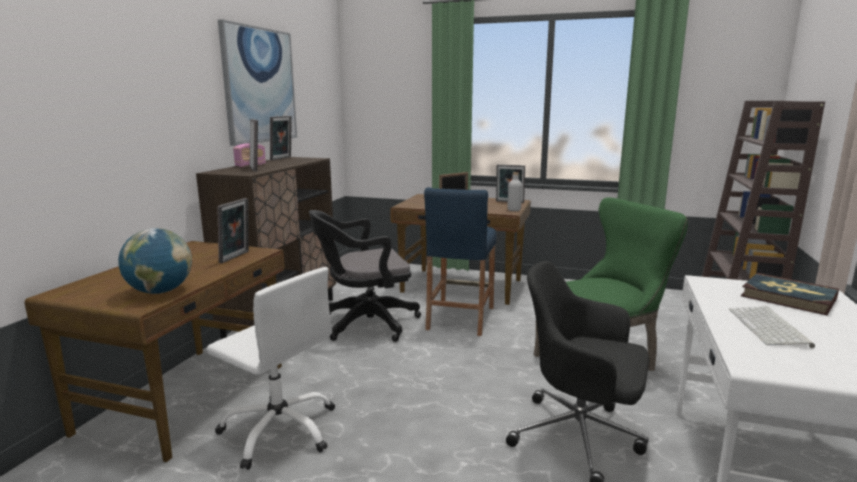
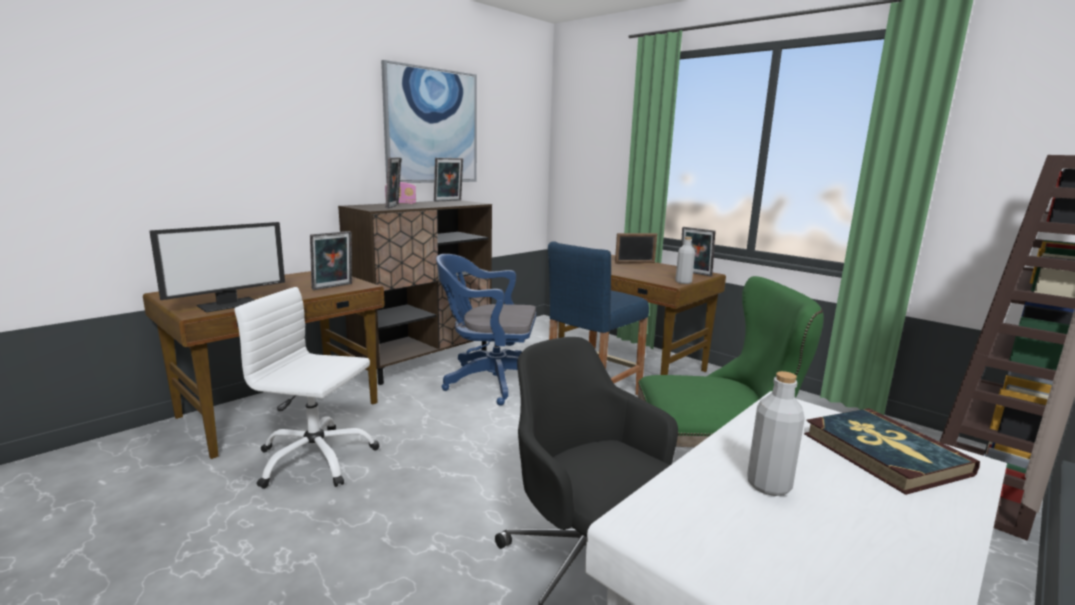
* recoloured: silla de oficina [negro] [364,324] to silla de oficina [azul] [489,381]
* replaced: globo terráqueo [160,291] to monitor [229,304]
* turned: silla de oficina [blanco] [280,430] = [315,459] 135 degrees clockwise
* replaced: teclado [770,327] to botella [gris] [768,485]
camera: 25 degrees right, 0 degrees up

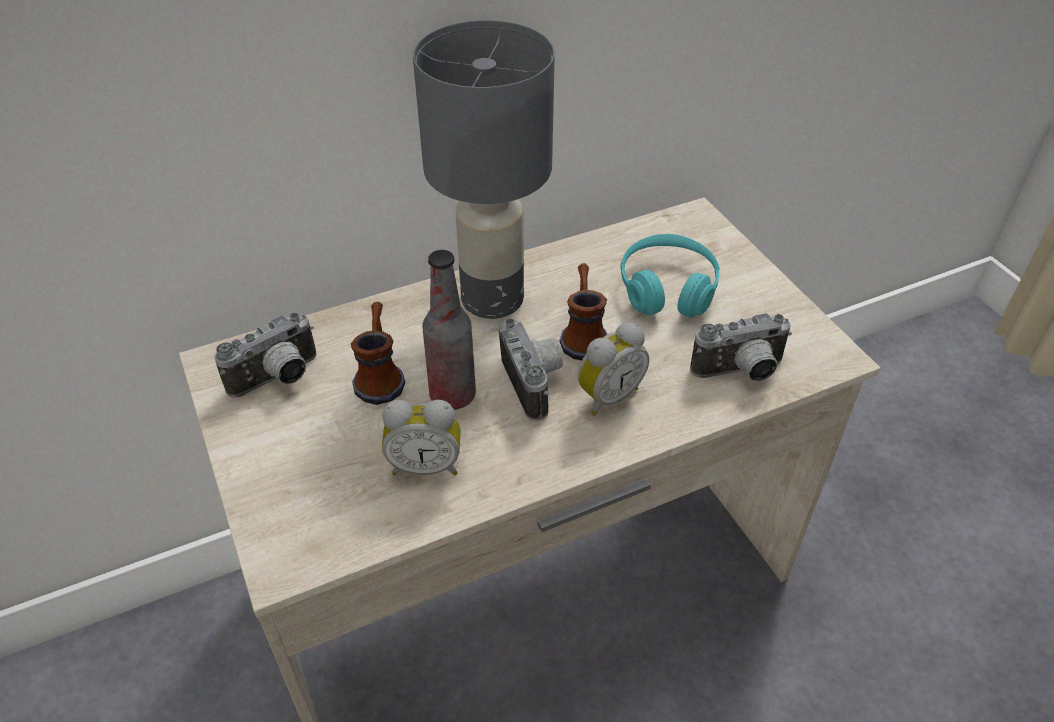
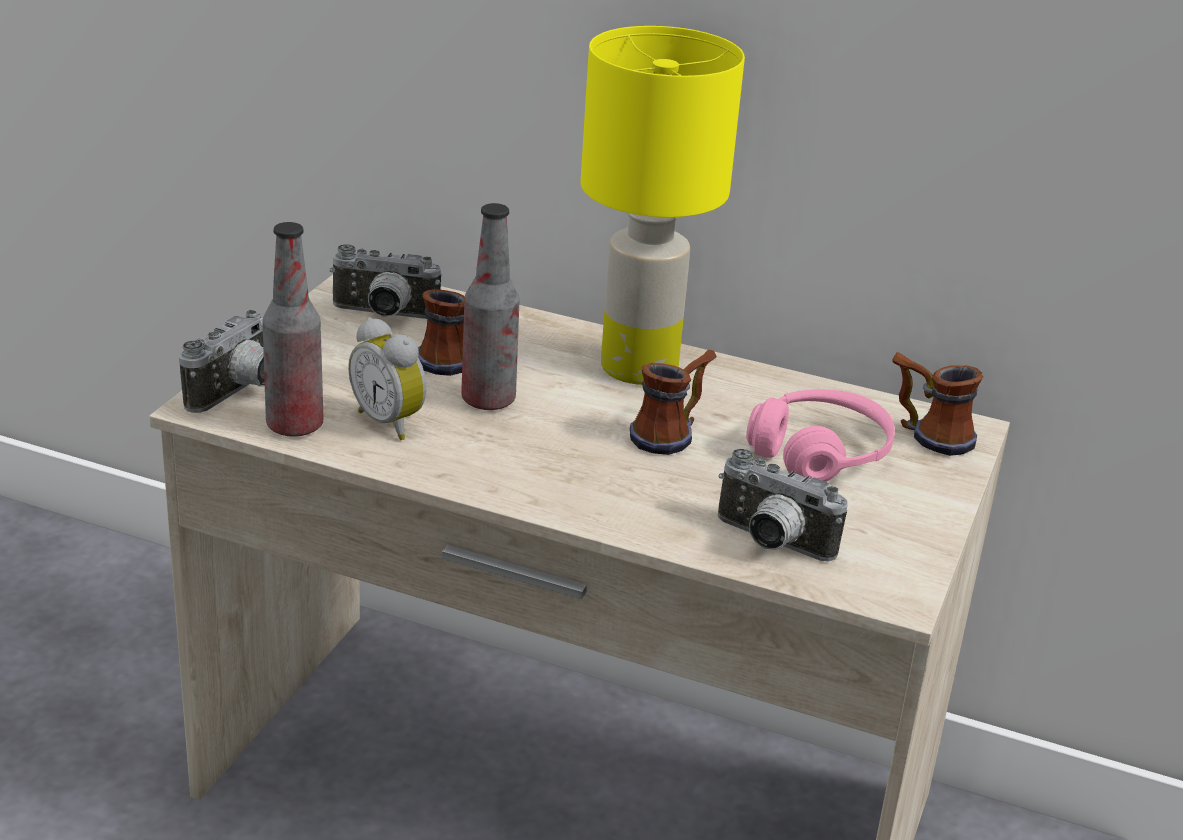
* recoloured: lámpara de mesa [gris] [494,298] to lámpara de mesa [amarillo] [641,368]
* recoloured: auriculares [turquesa] [667,289] to auriculares [rosa] [819,454]
* moved: cámara [535,382] to [239,392]
* removed: despertador [607,395]
* added: botella [295,426]
* added: taza grande [928,435]
camera: 45 degrees right, 15 degrees down

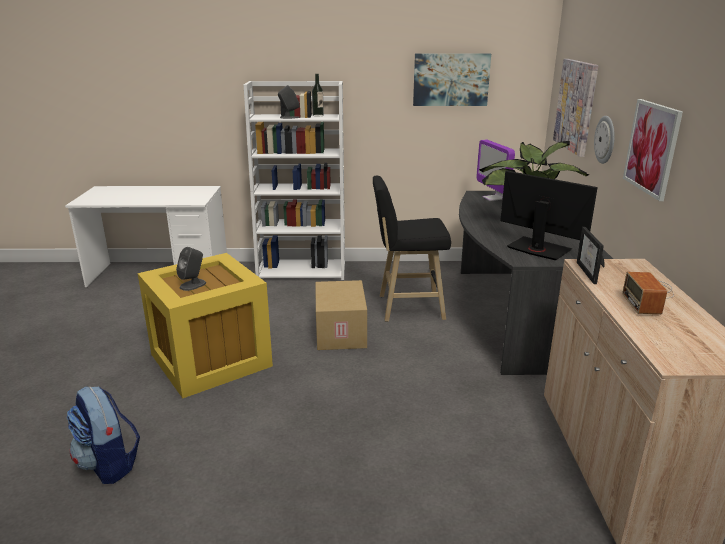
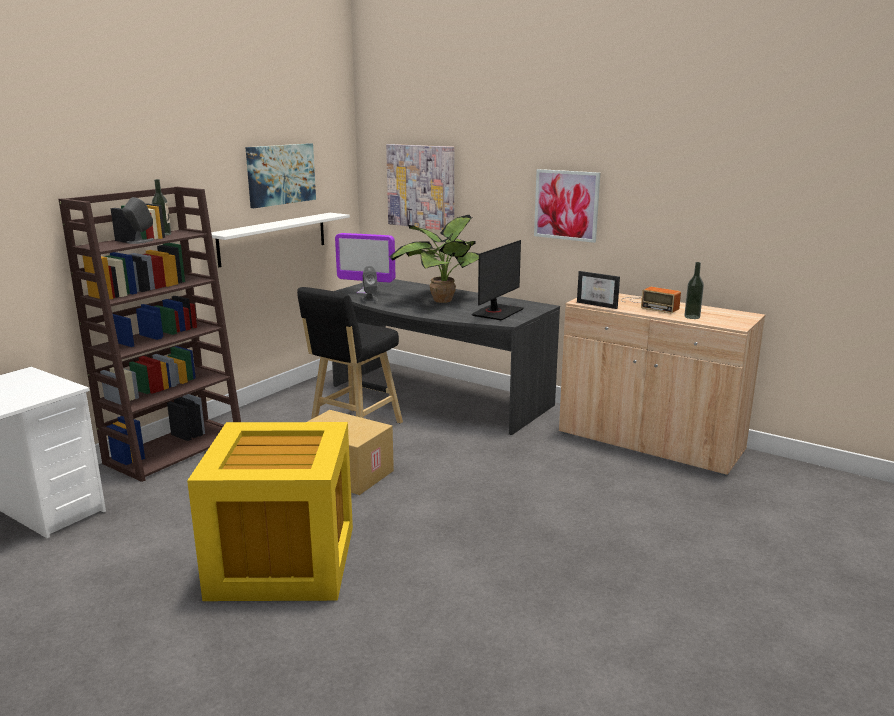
* recoloured: estantería [blanco] [303,270] to estantería [marrón] [176,449]
* removed: reloj de pared [605,139]
* turned: monitor [538,249] = [497,312] 135 degrees clockwise
* moved: altavoz [gris] [193,285] to [370,300]
* removed: mochila [109,464]
* added: estante [blanco] [273,238]
* added: botella [692,317]
camera: 55 degrees left, 5 degrees down

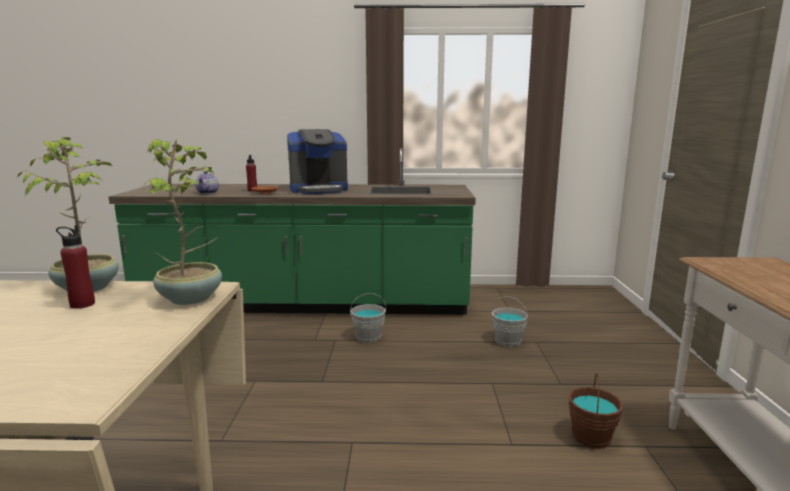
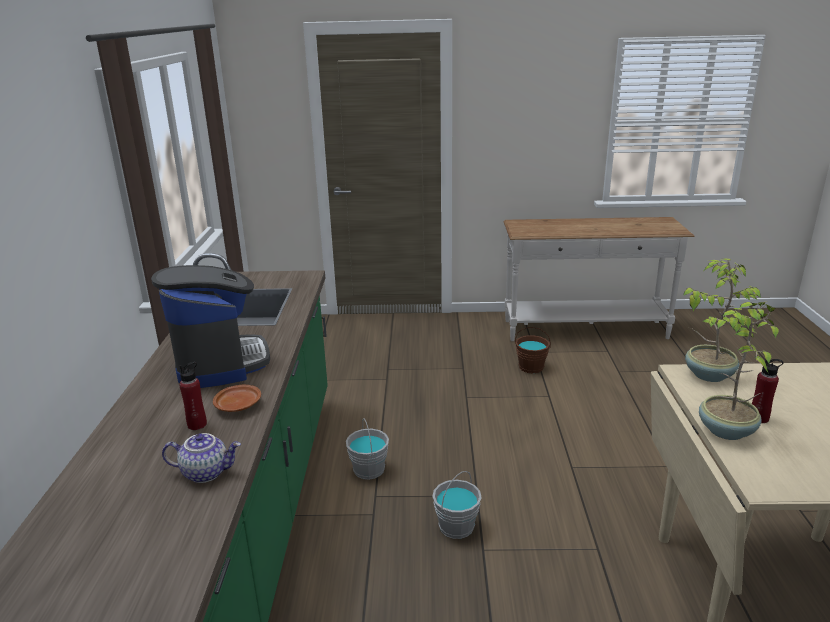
* moved: cubo [gris] [507,341] to [457,526]
camera: 90 degrees left, 10 degrees up

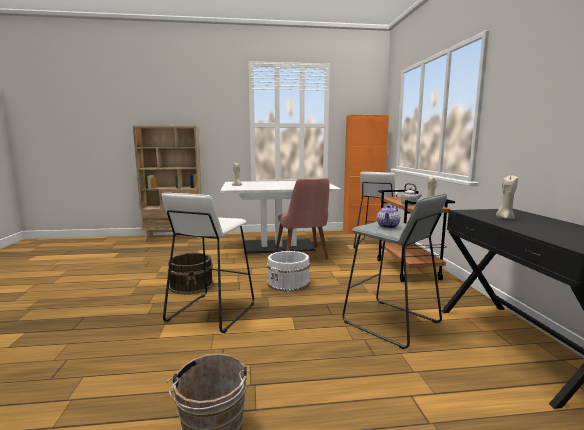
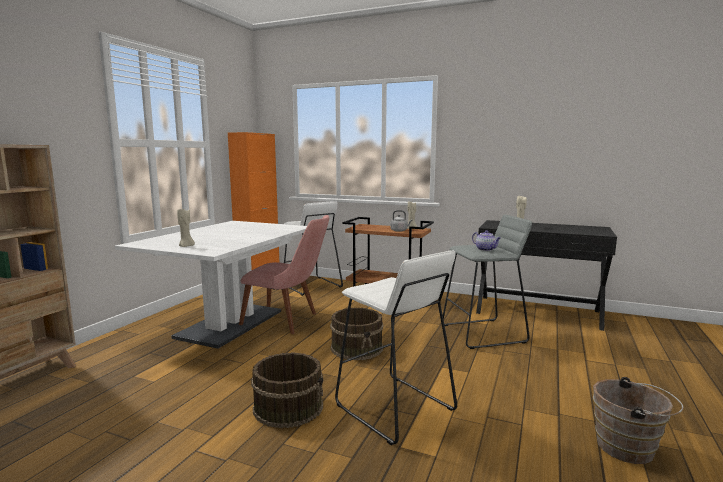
* recoloured: cubo [blanco] [288,283] to cubo [marrón] [357,348]
camera: 60 degrees left, 0 degrees up

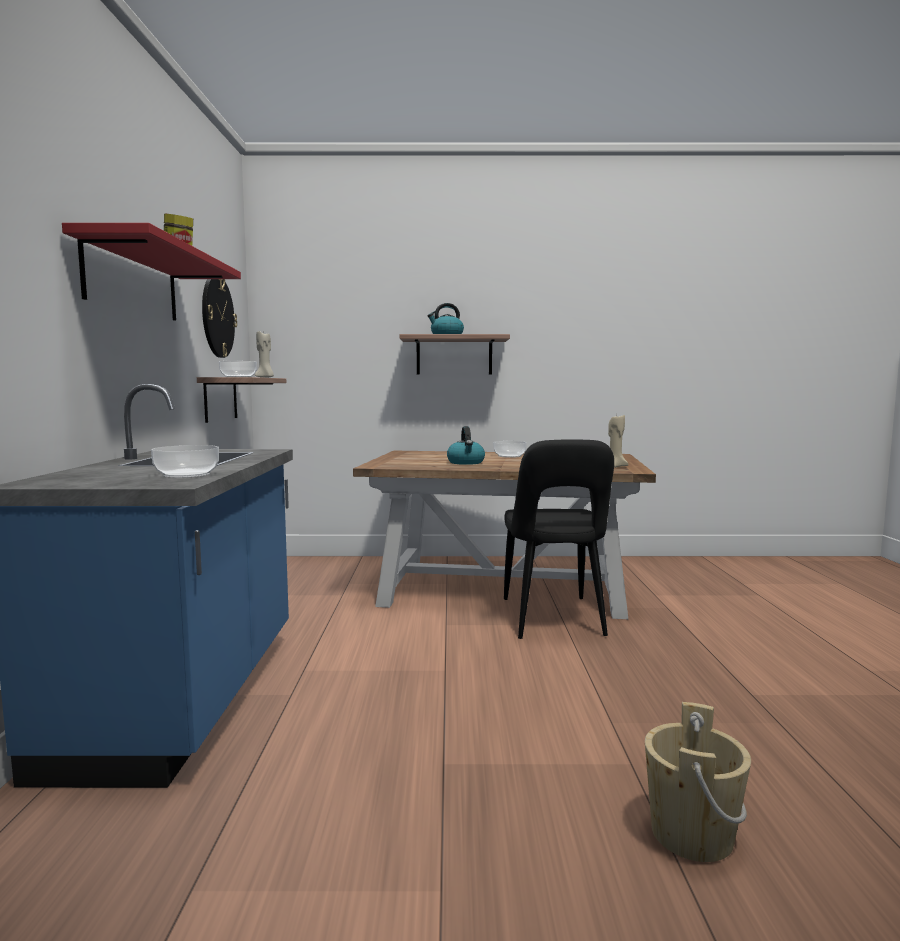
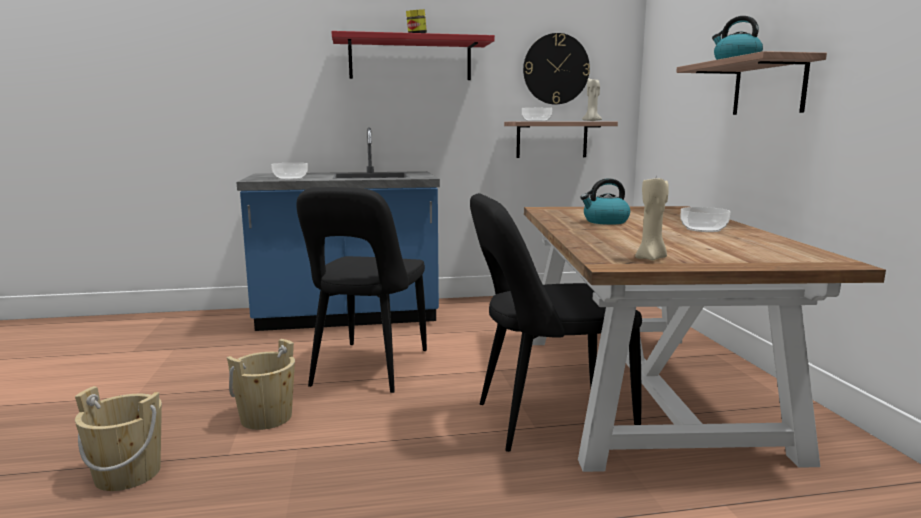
* added: silla [negro] [368,370]
* added: cubo [beis] [266,417]
camera: 80 degrees right, 5 degrees up

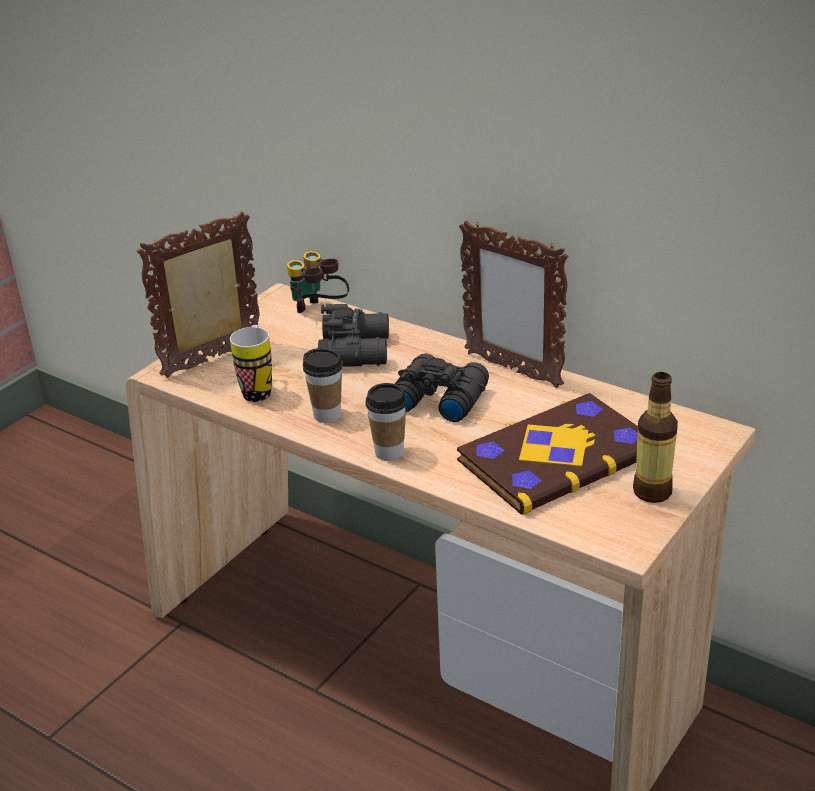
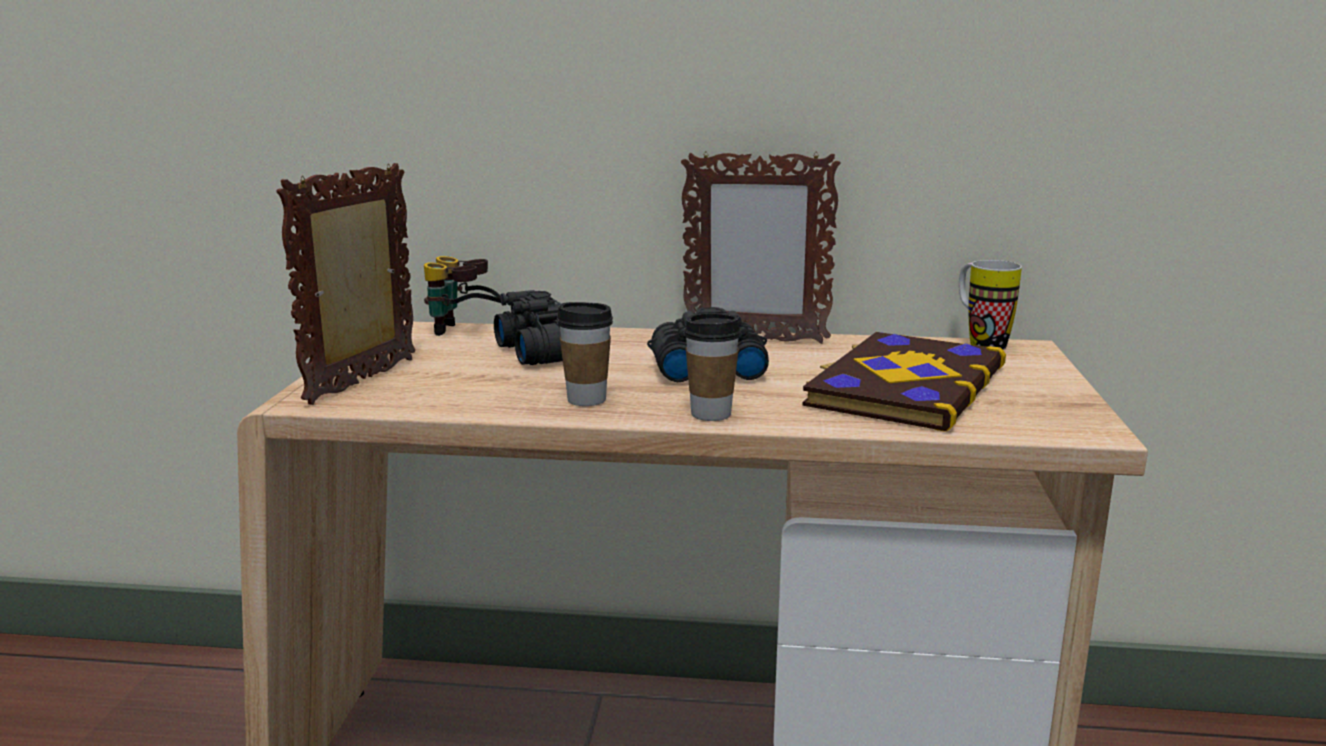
* moved: taza grande [258,389] to [979,343]
* removed: botella [652,492]
camera: 30 degrees left, 15 degrees down

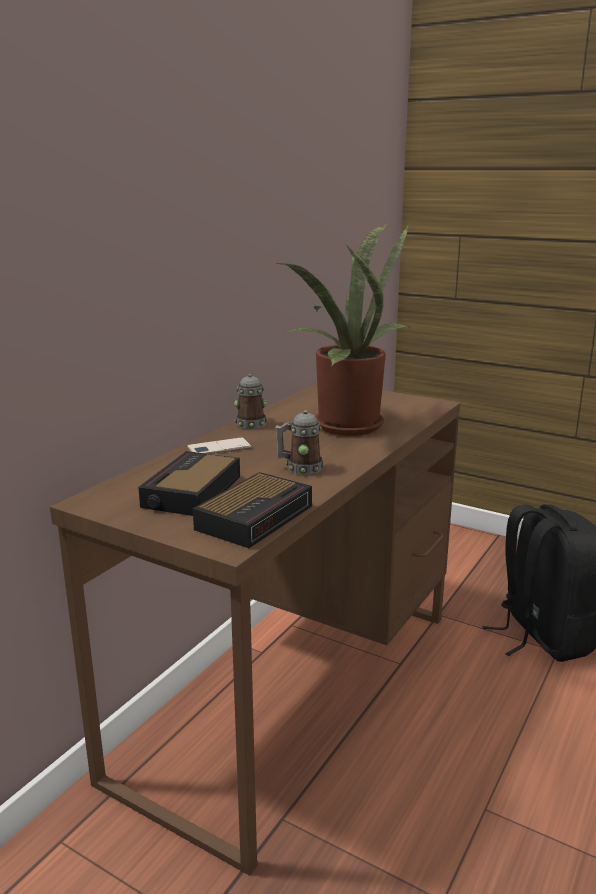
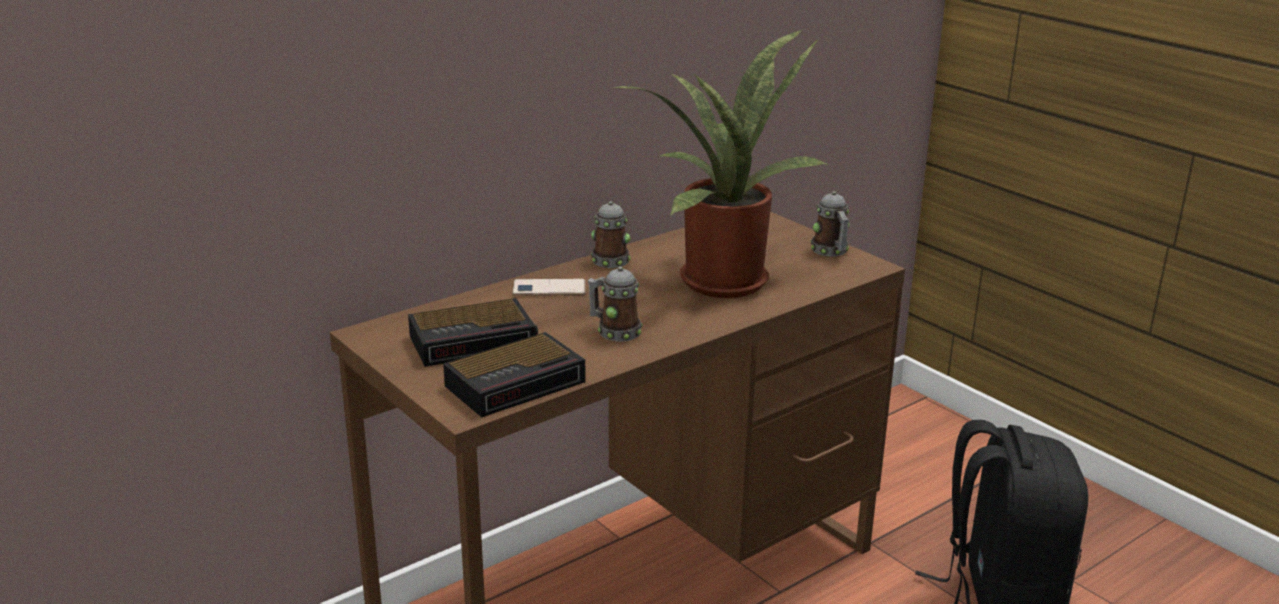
* turned: despertador [191,492] = [475,341] 150 degrees counterclockwise
* added: taza grande [831,252]
camera: 20 degrees right, 5 degrees up

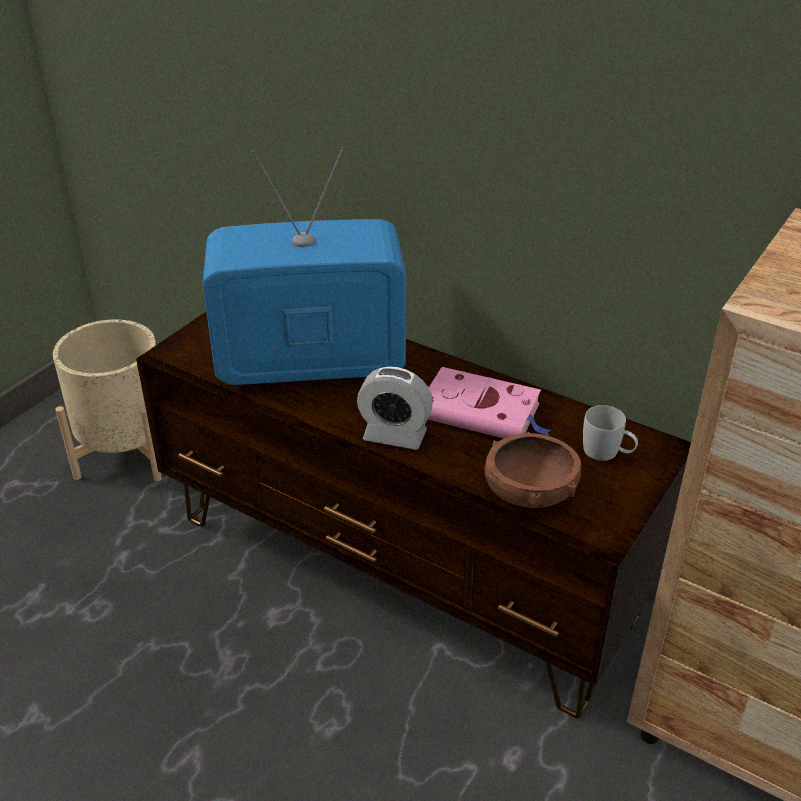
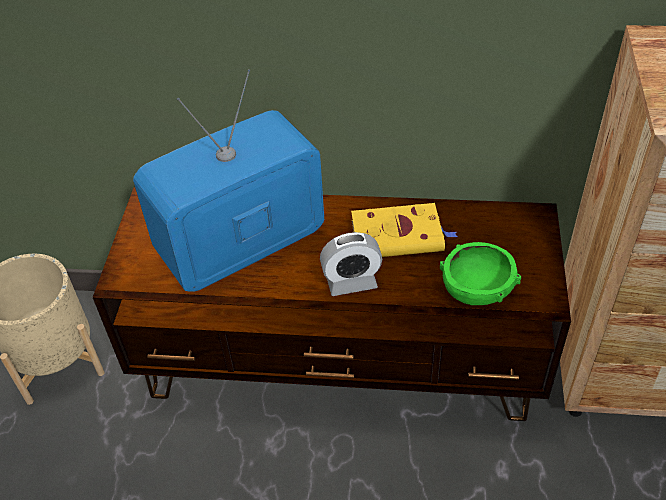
* recoloured: libro [rosa] [483,412] to libro [amarillo] [399,236]
* removed: taza grande [blanco] [607,453]
* recoloured: cuenco [marrón] [530,492] to cuenco [verde] [477,289]
camera: 25 degrees left, 10 degrees up

